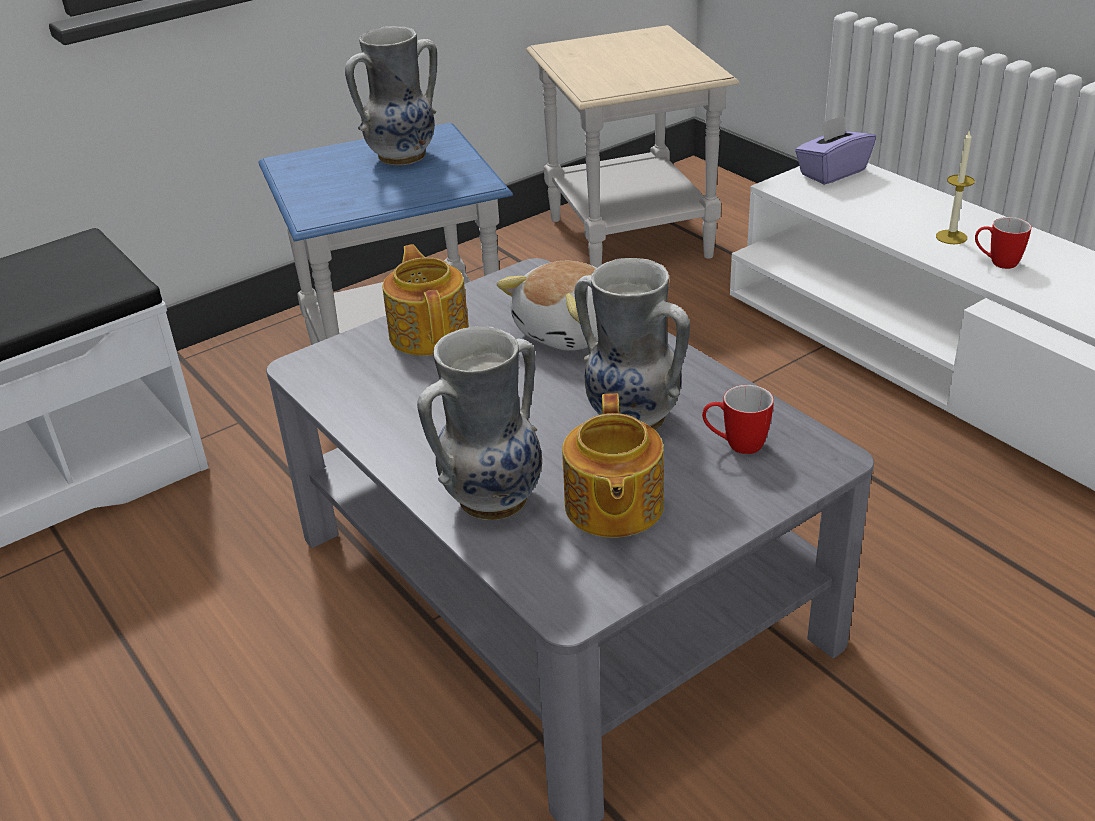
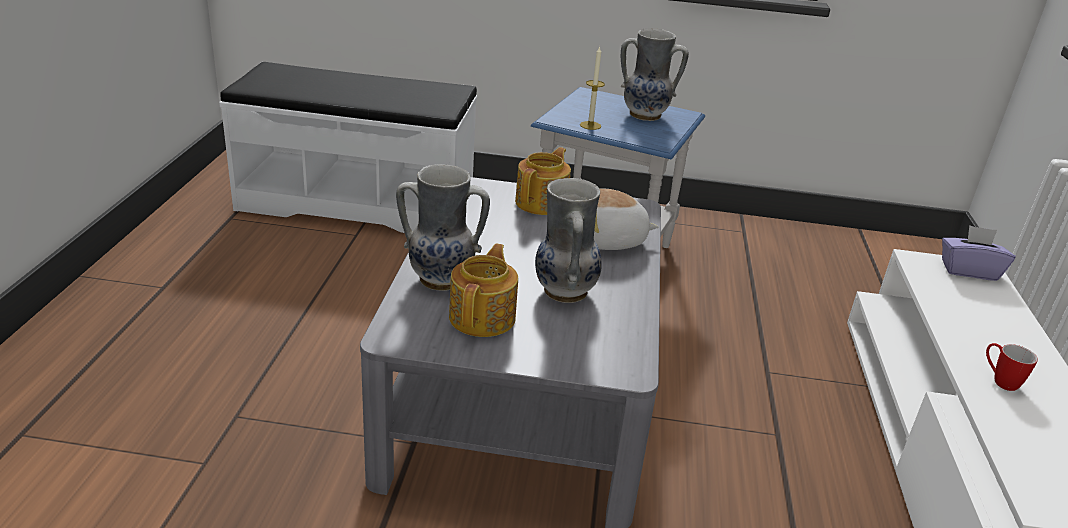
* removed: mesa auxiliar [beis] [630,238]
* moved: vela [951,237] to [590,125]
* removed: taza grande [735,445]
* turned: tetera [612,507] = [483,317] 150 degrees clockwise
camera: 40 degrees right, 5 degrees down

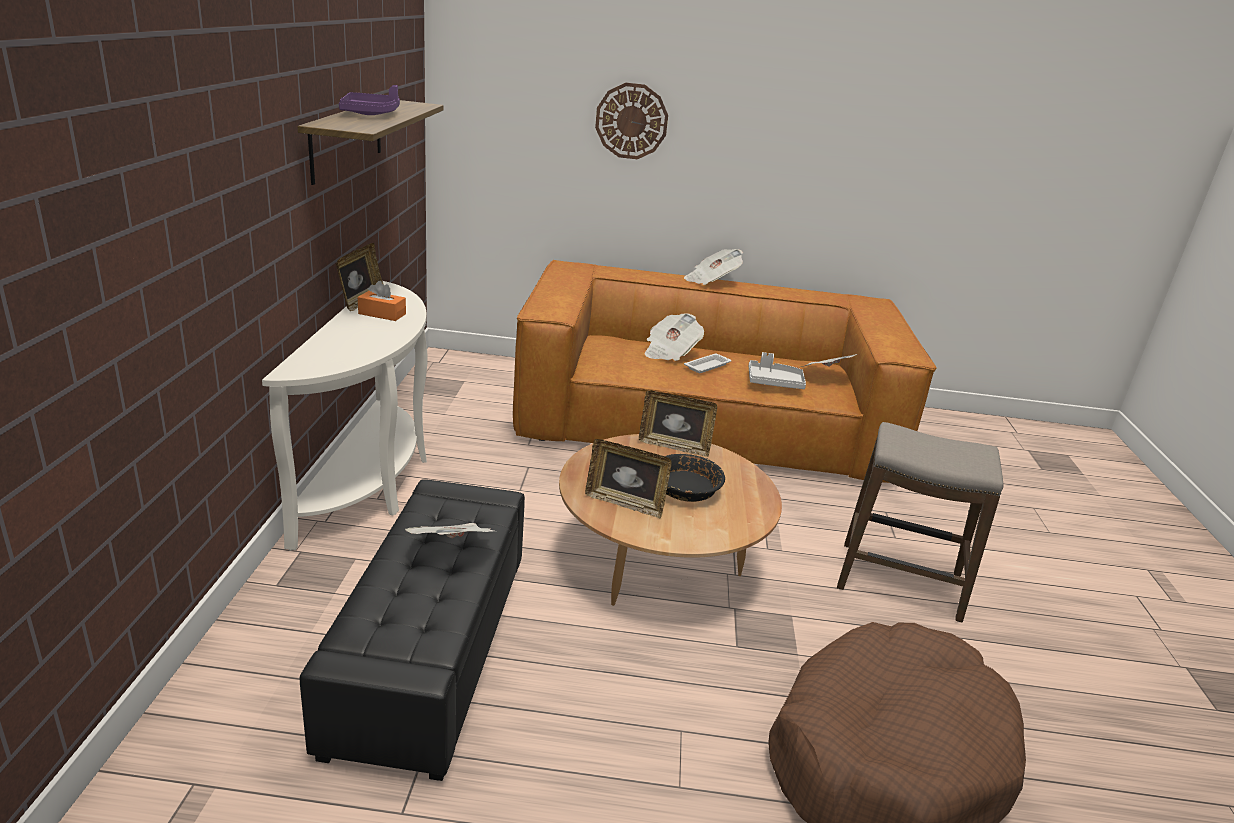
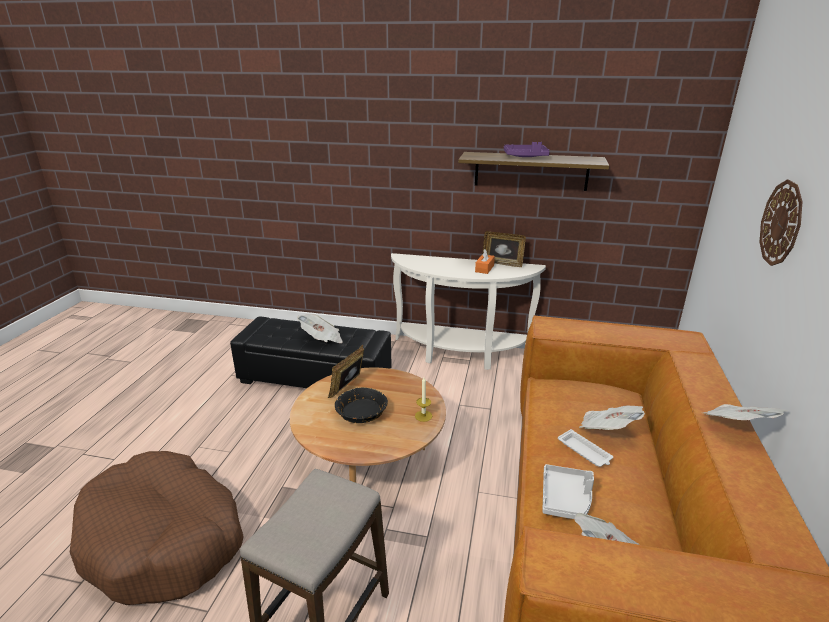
* replaced: portarretratos [674,446] to vela [423,416]
camera: 100 degrees right, 0 degrees up

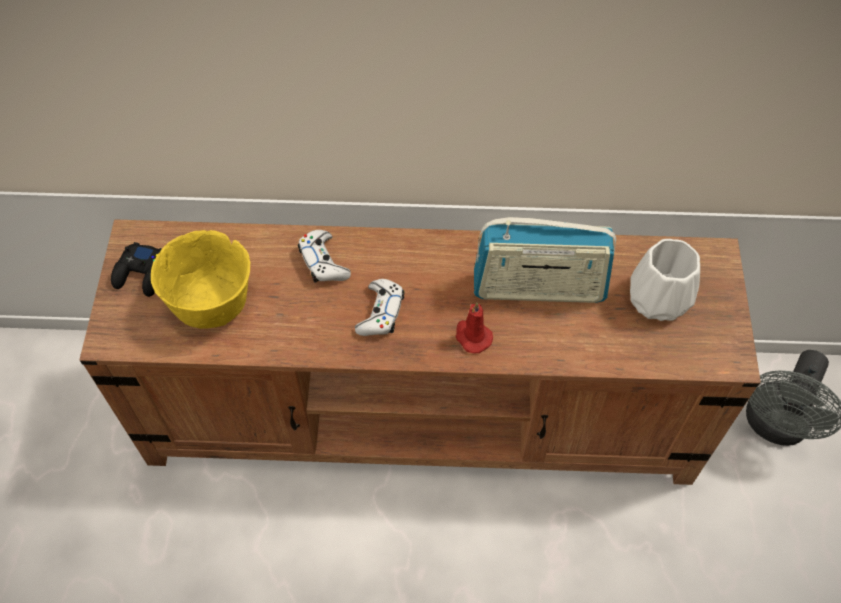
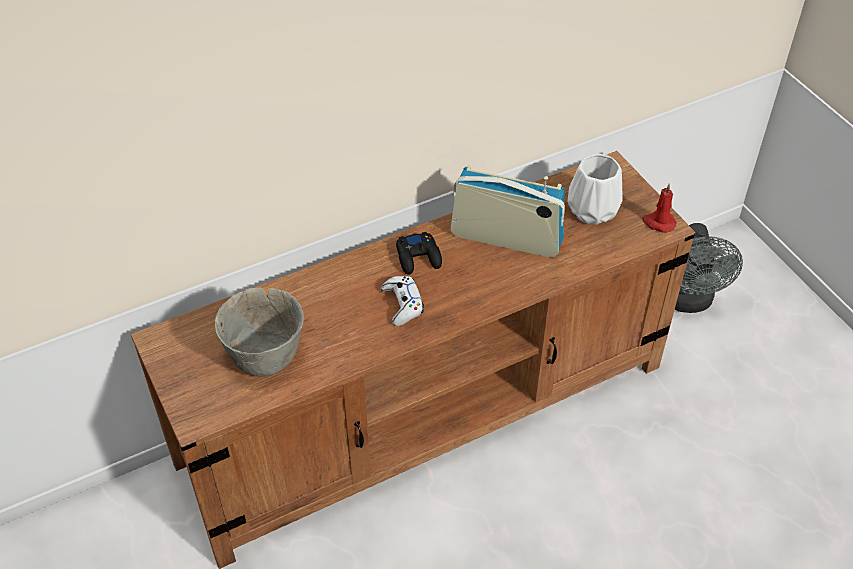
* turned: radio [539,288] = [506,238] 135 degrees counterclockwise
* recoloured: cuenco [amarillo] [214,304] to cuenco [gris] [266,356]
* removed: mando de consola [blanco] [323,262]
* moved: mando de consola [negro] [142,274] to [418,257]
* moved: vela [rojo] [472,336] to [658,222]
camera: 30 degrees left, 10 degrees down

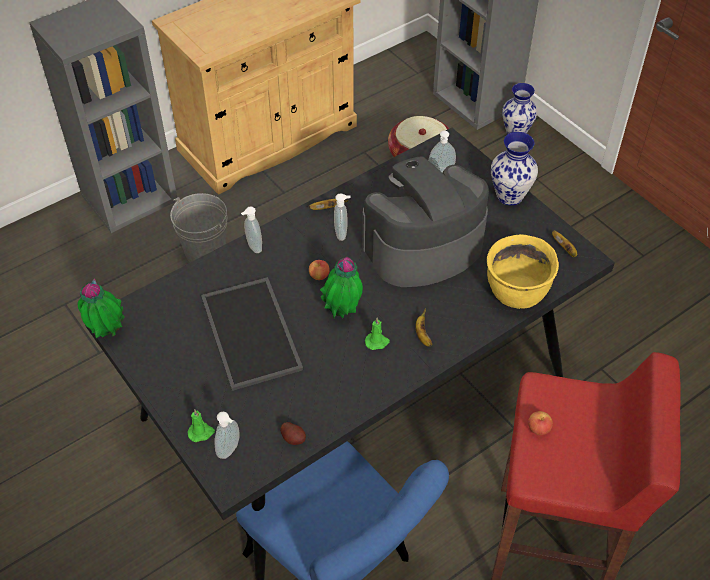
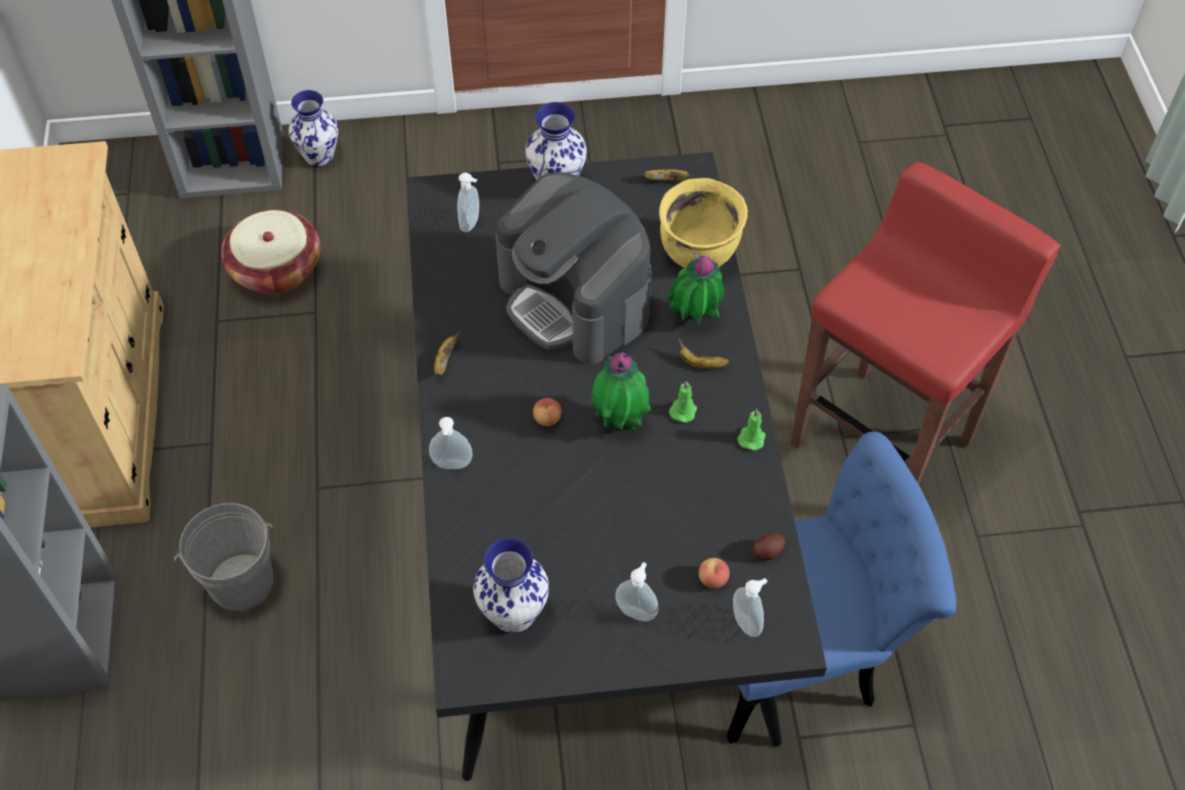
* turned: cafetera [422,247] = [575,300] 45 degrees counterclockwise
* moved: dispensador de jabón [342,233] to [637,611]
* removed: bandeja [253,333]
* moved: planta en maceta [107,332] to [693,320]
* moved: vela [verde] [201,432] to [752,437]
* moved: manzana [538,428] to [713,579]
* added: florero [513,615]
camera: 60 degrees left, 5 degrees up

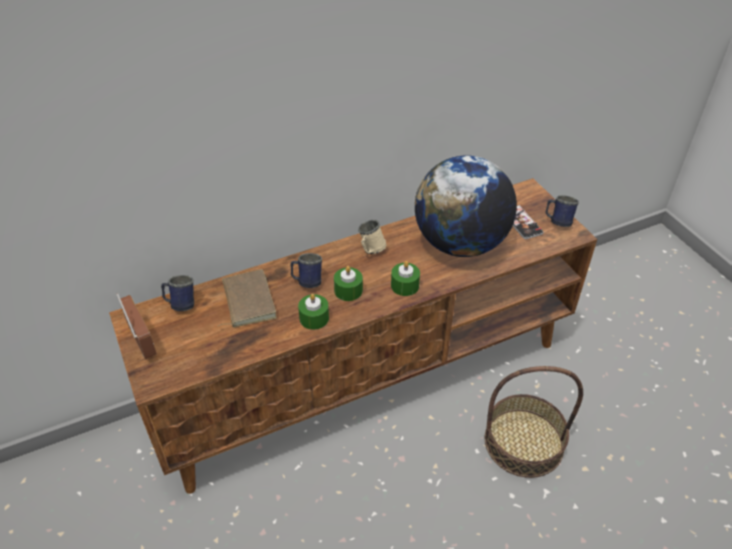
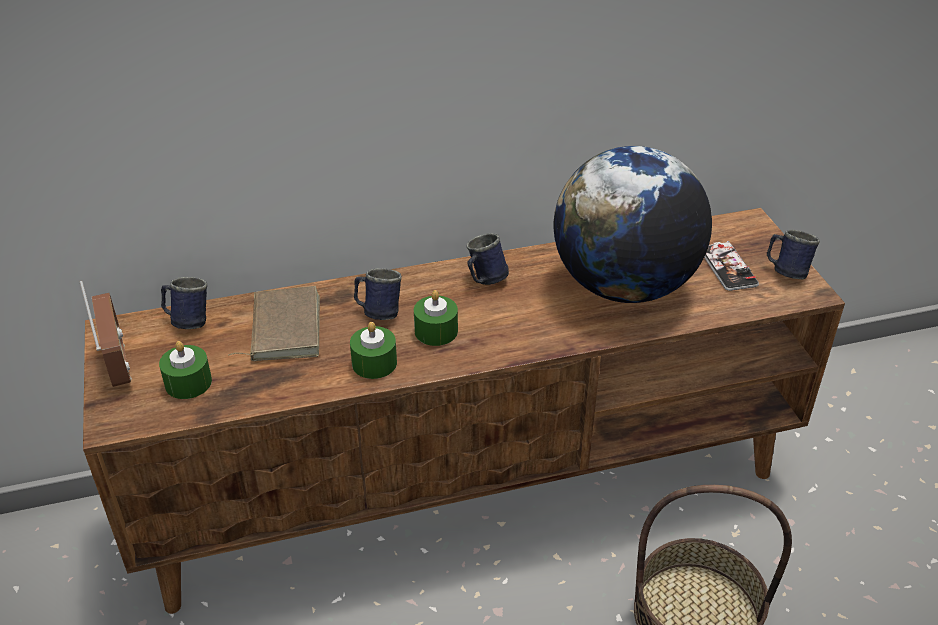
* recoloured: taza grande [beis] [370,251] to taza grande [azul] [484,281]
* moved: vela [verde] [405,285] to [188,382]
camera: 10 degrees right, 5 degrees down

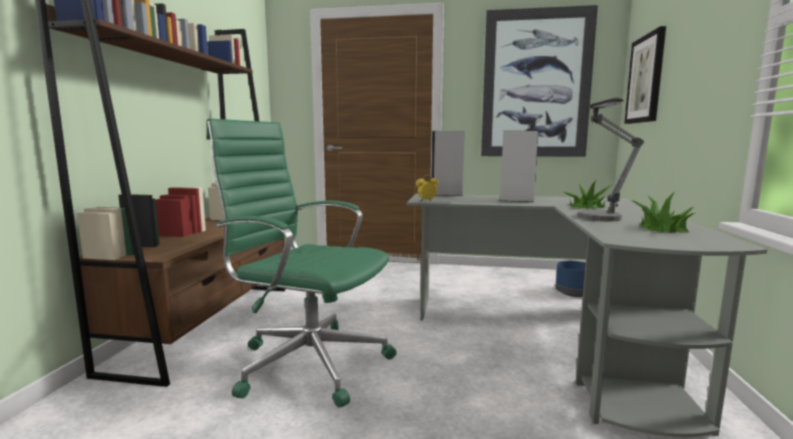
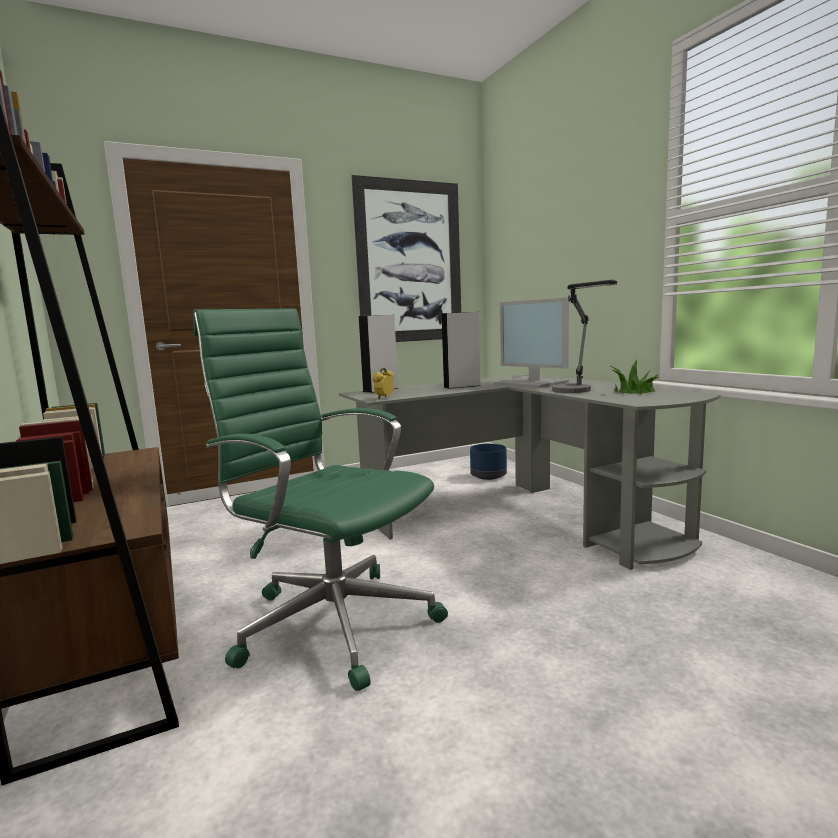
* removed: cuadro [646,79]
* turned: silla de oficina [verde] [308,362] = [332,621] 45 degrees clockwise
* replaced: planta en maceta [587,206] to monitor [532,383]
camera: 35 degrees left, 0 degrees up

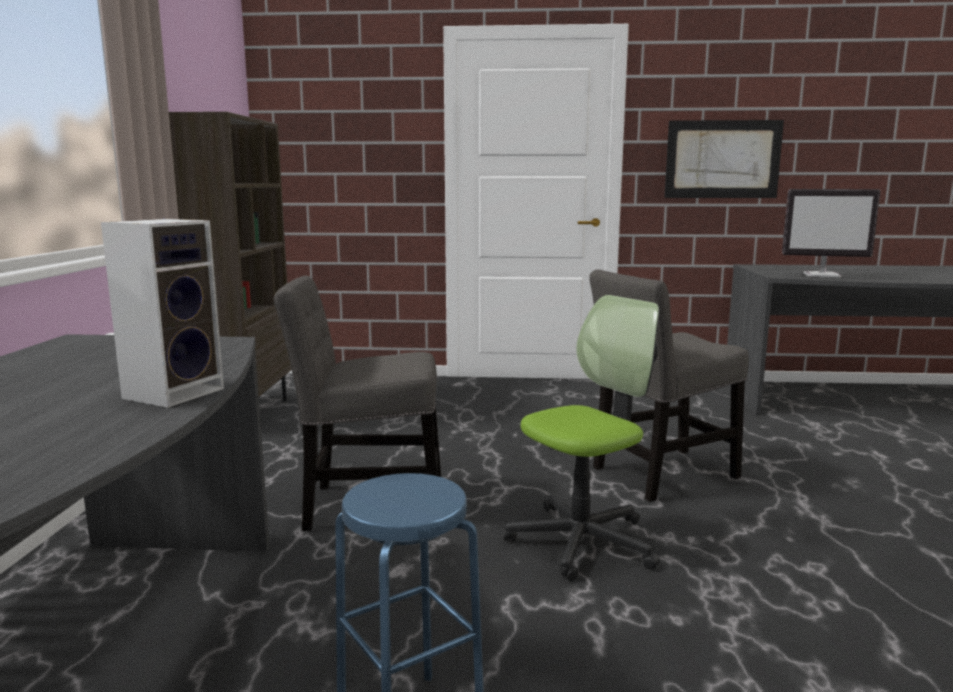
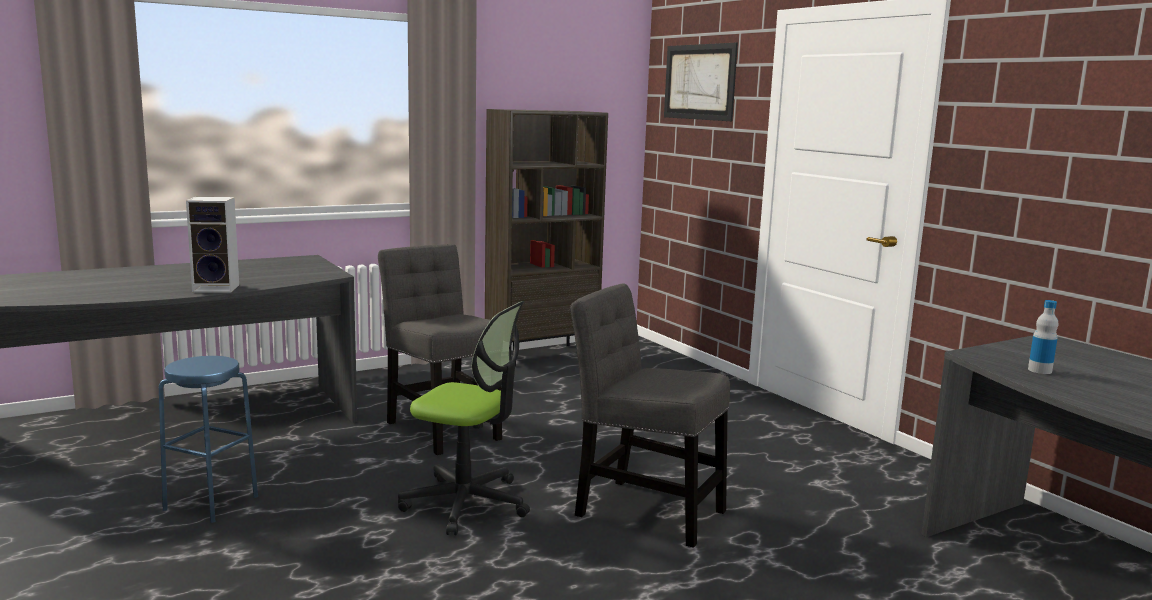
* moved: cuadro [722,159] to [699,82]
* replaced: monitor [822,275] to botella [1039,370]
camera: 55 degrees right, 0 degrees up

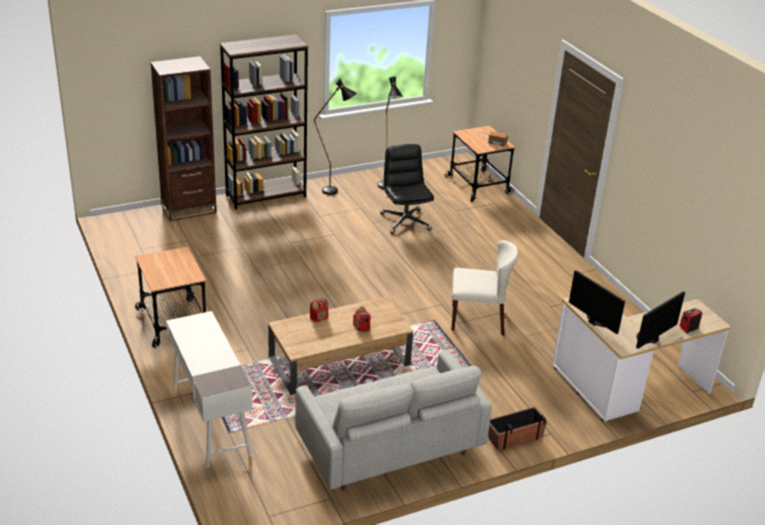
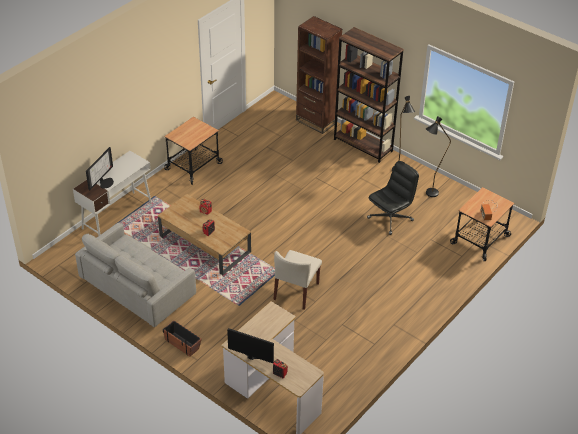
* turned: silla [beis] [478,319] = [296,292] 45 degrees clockwise
* moved: monitor [595,321] to [105,182]
camera: 65 degrees right, 10 degrees up

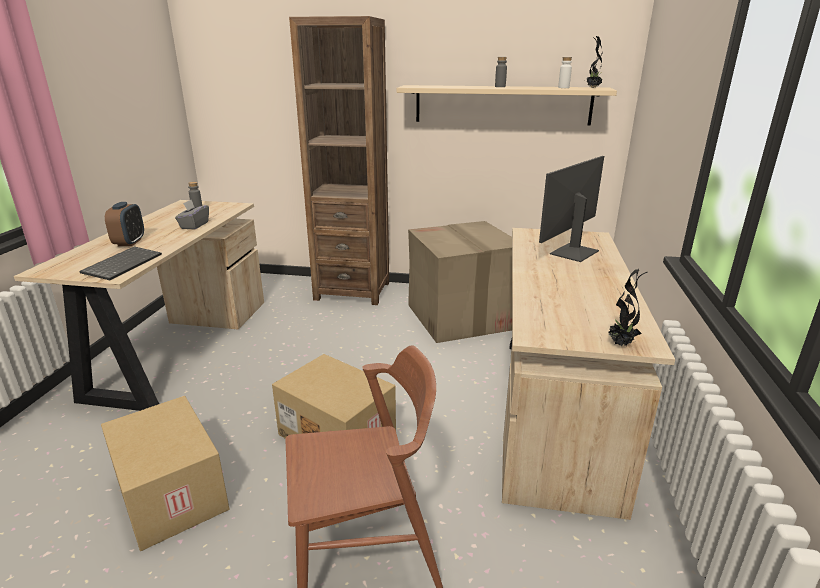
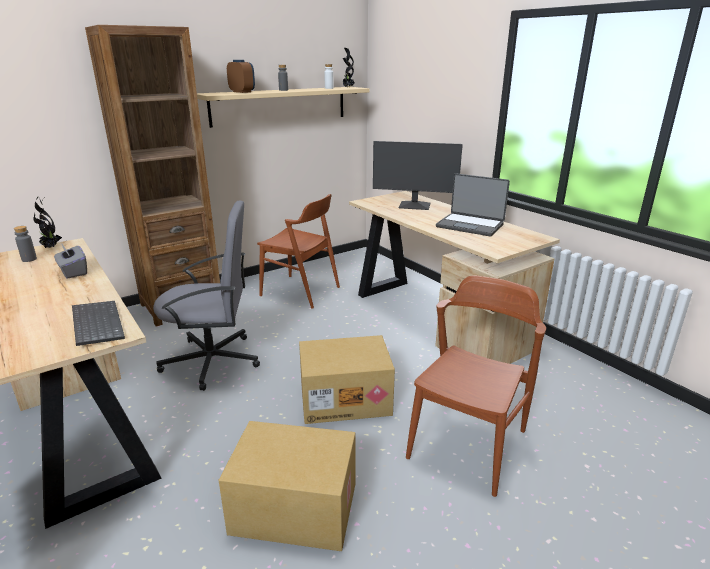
* turned: monitor [572,252] = [414,206] 75 degrees counterclockwise
* moved: despertador [129,242] to [242,92]
* replaced: caja de cartón [460,317] to silla [marrón] [300,291]
* moved: planta en maceta [621,344] to [51,247]
* added: portátil [470,225]
* added: silla de oficina [gris] [213,361]
camera: 45 degrees left, 0 degrees up

